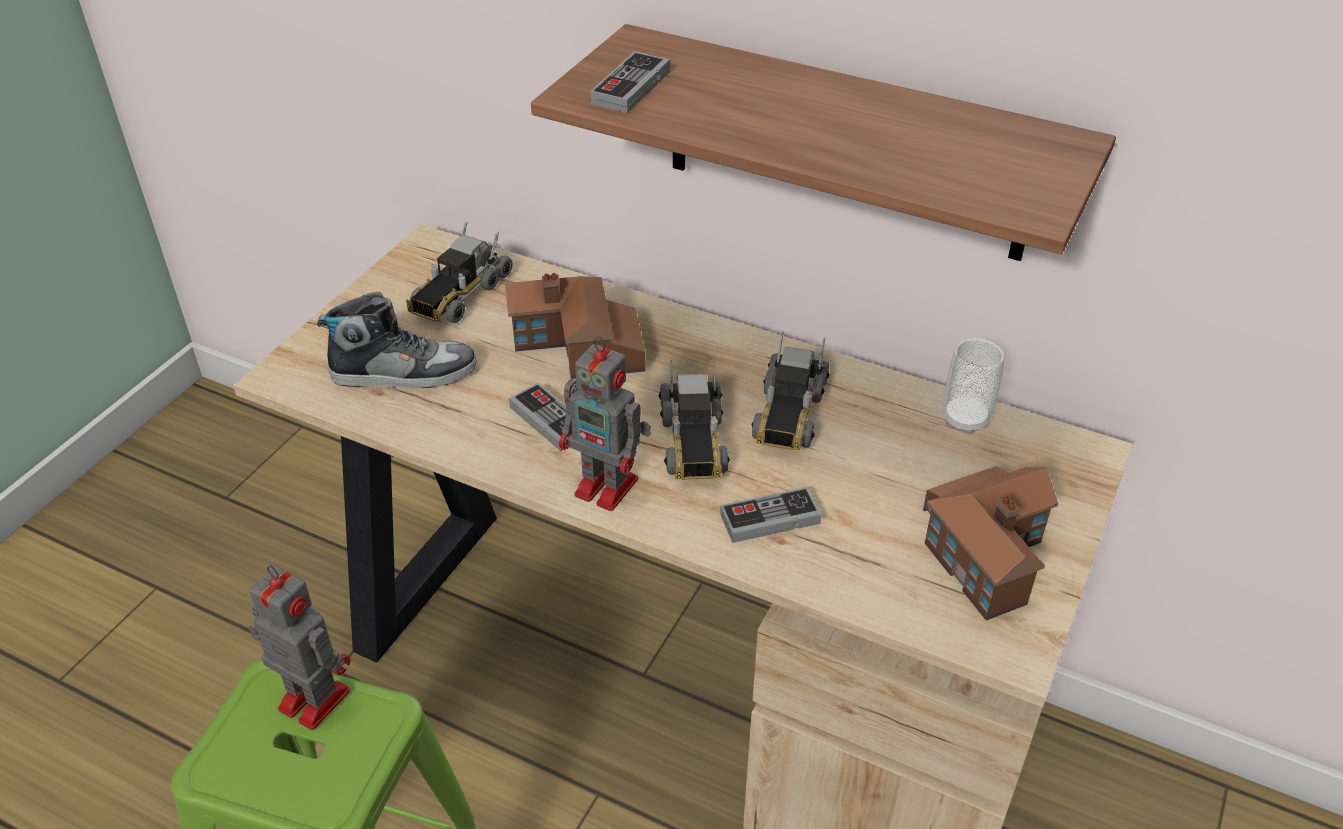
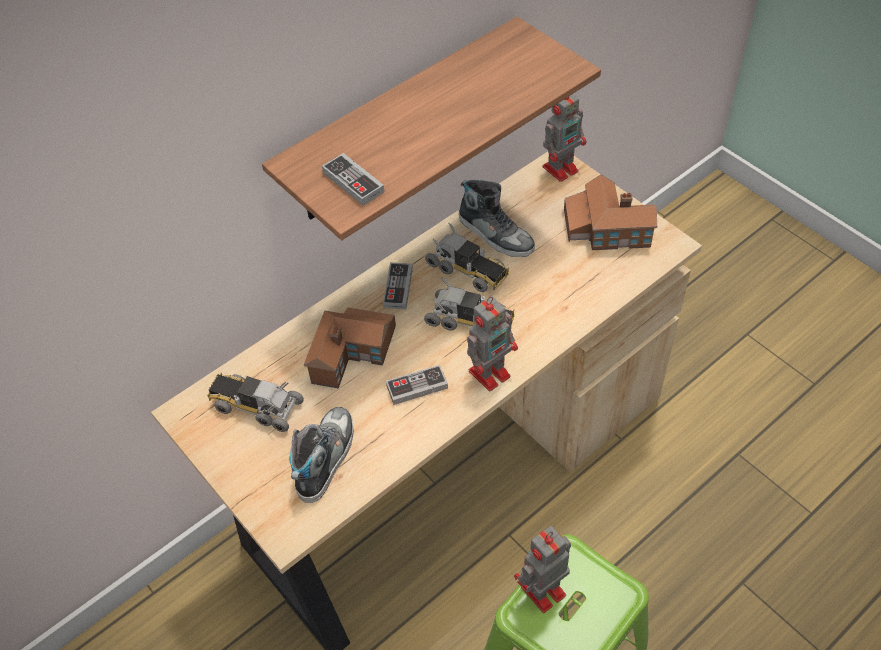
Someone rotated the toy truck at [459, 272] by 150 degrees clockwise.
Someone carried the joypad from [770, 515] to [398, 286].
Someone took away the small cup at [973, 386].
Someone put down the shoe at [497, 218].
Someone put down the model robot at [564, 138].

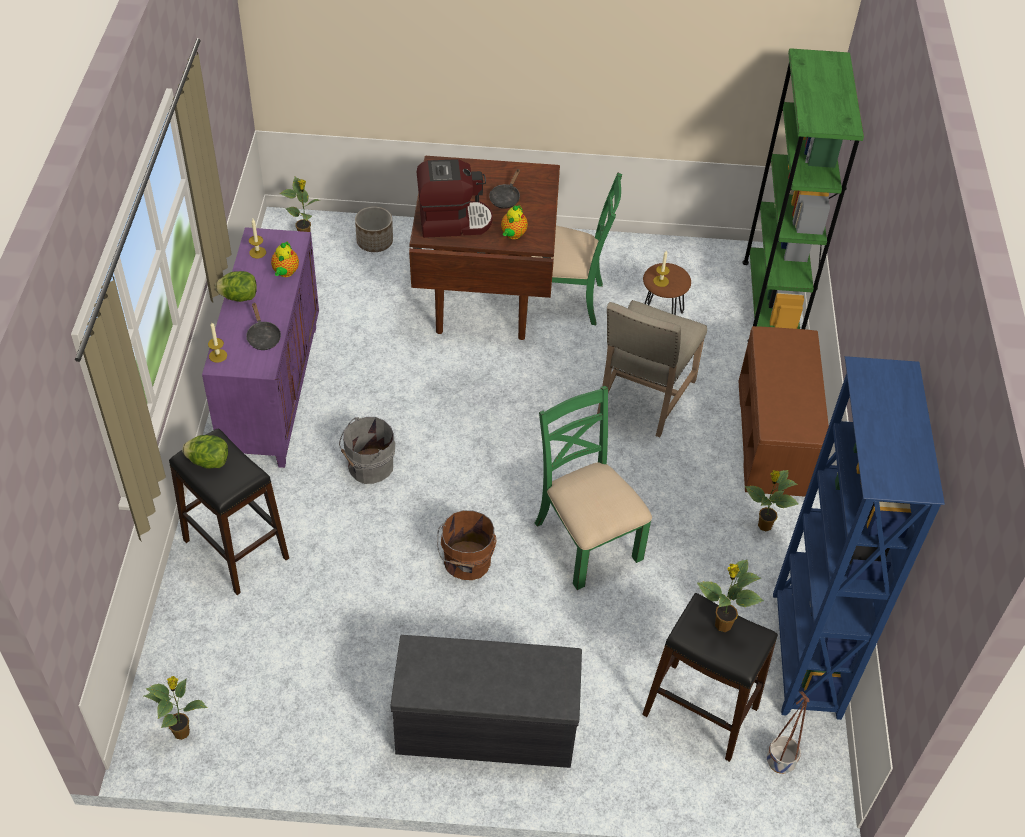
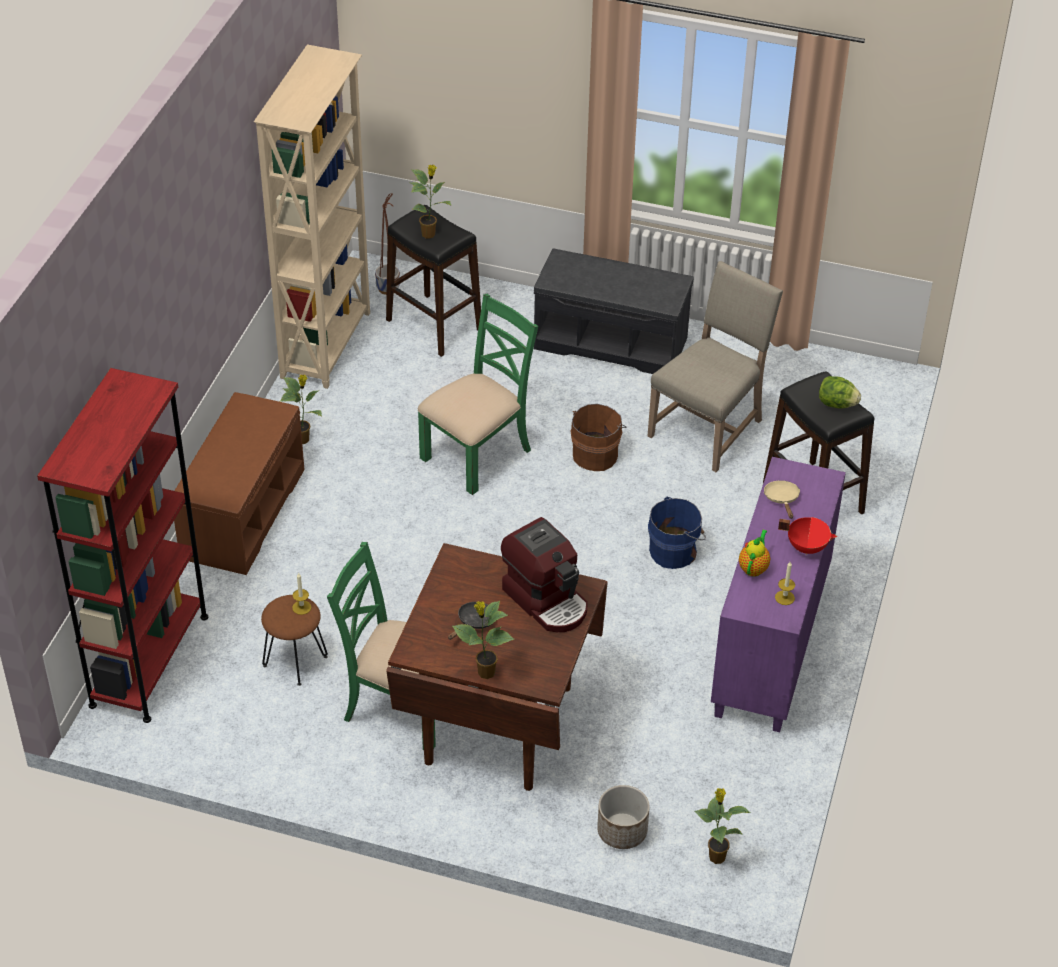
Someone carried the houseplant from [176, 708] to [483, 640].
Someone took away the wax candle at [217, 342].
Someone swapped the lettuce at [236, 286] for the red saucepot at [807, 536].
Someone repainted the black pan at [263, 326], which became the beige-coloured pan at [782, 499].
Someone repainted the gray bucket at [367, 450], which became the bluish bucket at [677, 533].
Someone rotated the coffee maker at [455, 198] by 135 degrees counterclockwise.
Someone took away the pot for tea at [514, 222].
Someone rotated the greenish upright chair at [593, 488] by 120 degrees counterclockwise.
Someone carried the beige-coloured upright chair from [652, 368] to [715, 366].
Someone repainted the greenish bookcase at [803, 194], which became the red bookcase at [122, 545].
Someone repainted the bluish bookcase at [859, 538], which became the beige-coloured bookcase at [312, 216].

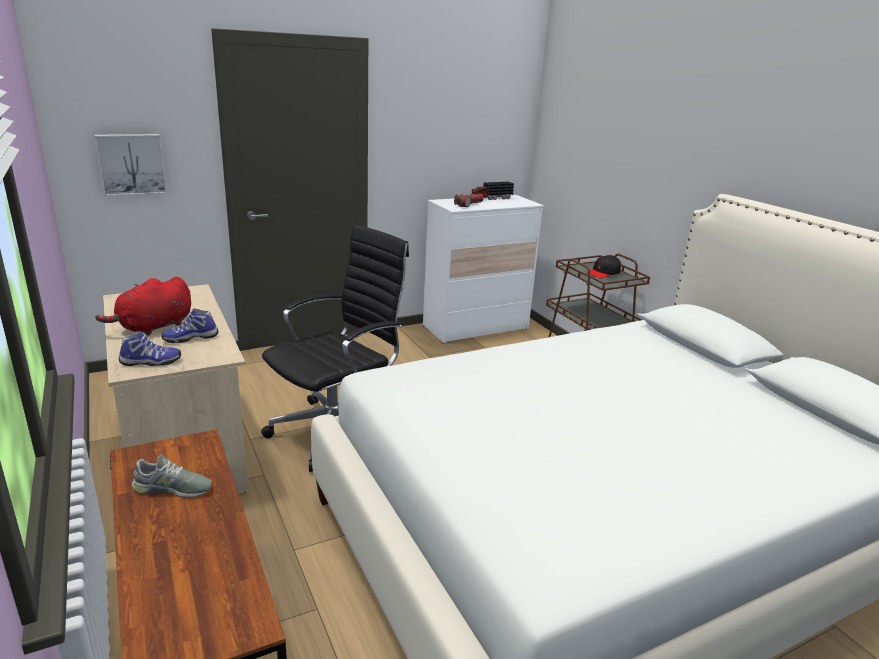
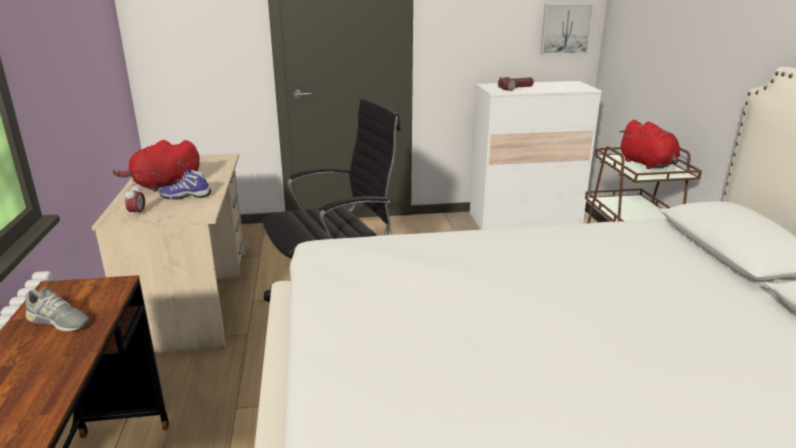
Someone carried the wall picture from [131, 165] to [567, 29].
Someone swapped the shoe at [150, 348] for the bedside clock at [135, 200].
Someone took away the toy truck at [492, 191].
Someone swapped the black peaked cap at [603, 266] for the red soft toy at [649, 144].

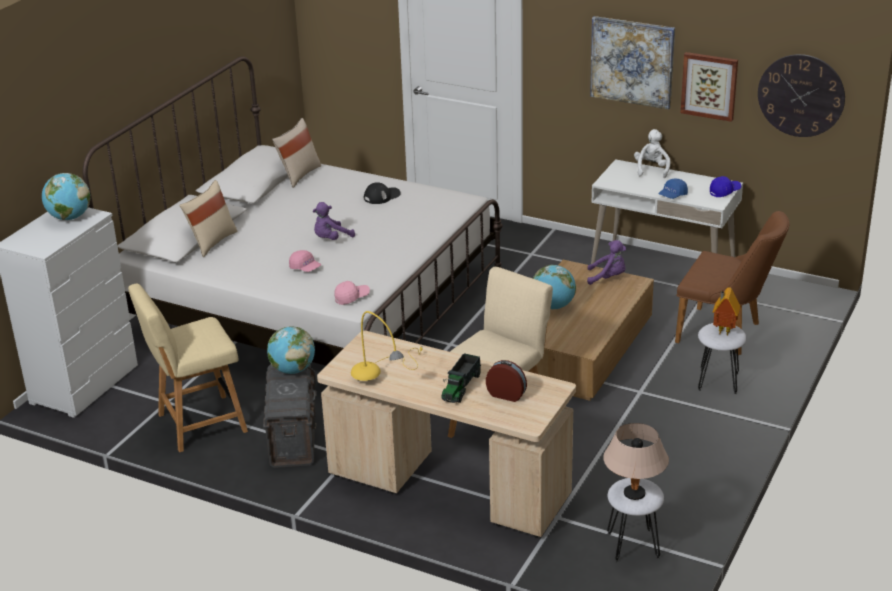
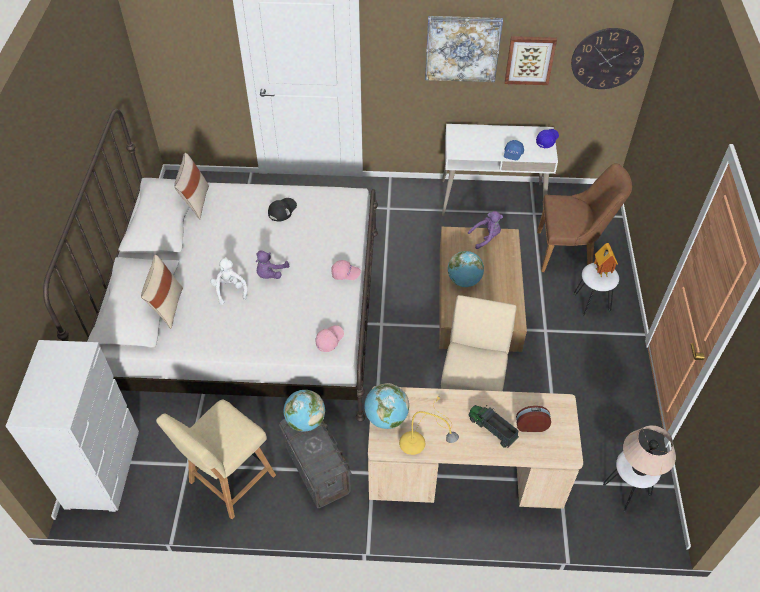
Someone carried the world globe from [66, 196] to [386, 406].
Someone carried the pink peaked cap from [305, 261] to [346, 270].
Someone rotated the toy truck at [461, 378] by 135 degrees clockwise.
Someone carried the whitish soft toy from [652, 153] to [228, 281].

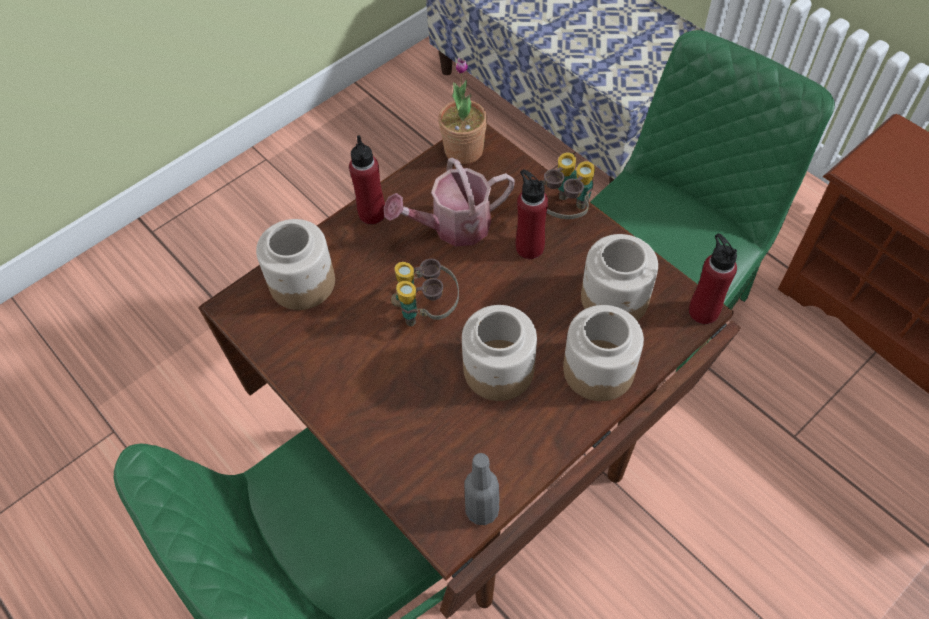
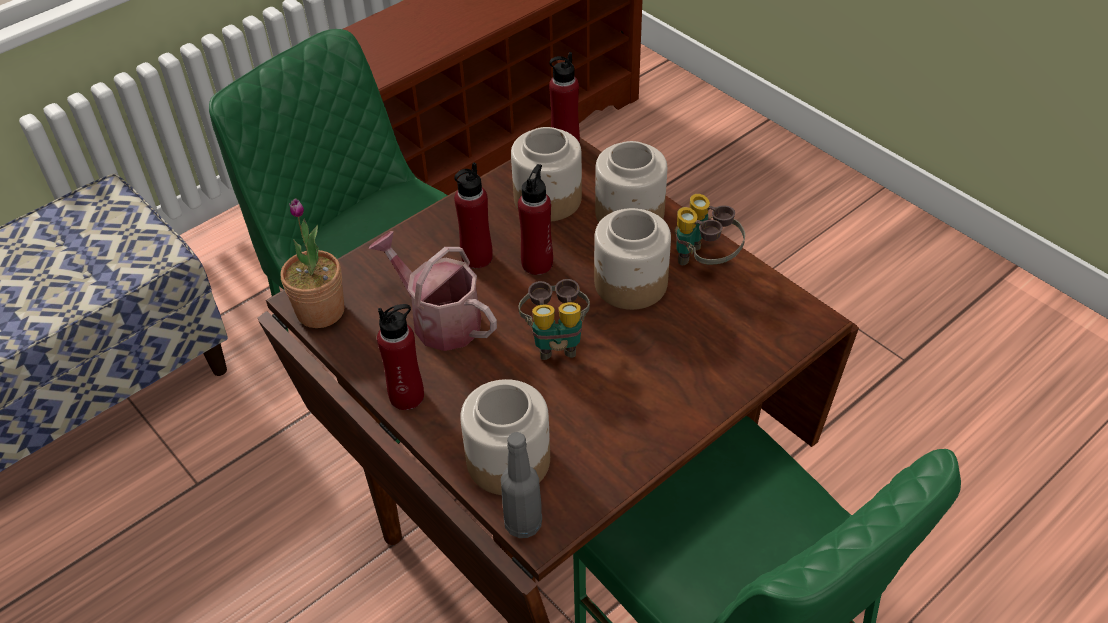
Someone rotated the watering can at [449, 202] by 150 degrees clockwise.
Someone carried the gray drink bottle from [481, 489] to [521, 485].
Someone carried the binoculars from [569, 185] to [710, 229].
Someone put down the red drink bottle at [535, 219].

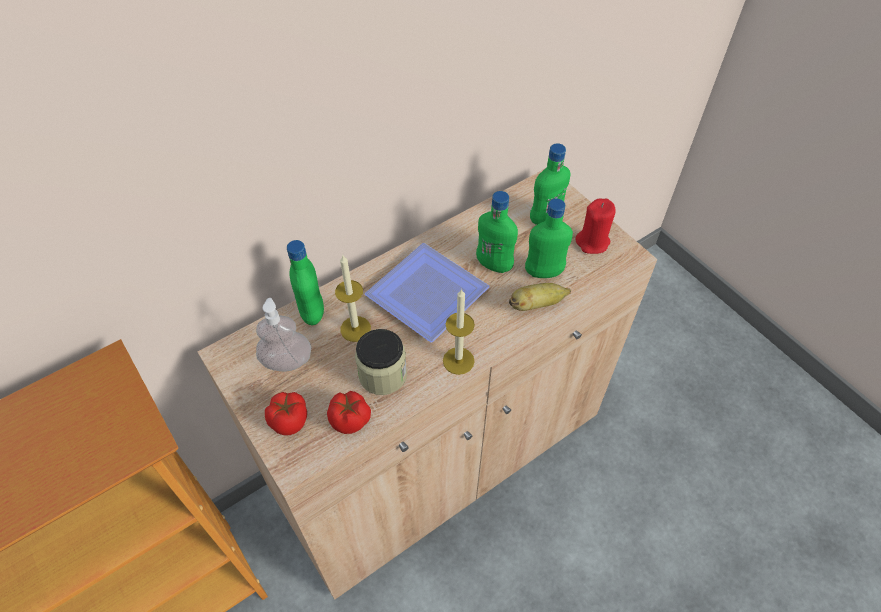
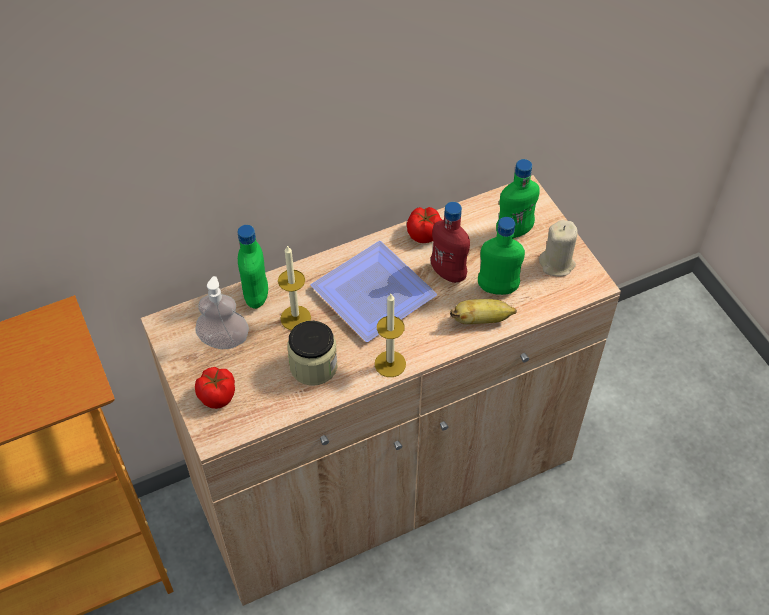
Someone carried the fresh tomato from [349, 412] to [424, 225].
Someone repainted the greenish drink bottle at [497, 232], which became the red drink bottle at [450, 242].
Someone repainted the red wax candle at [595, 226], which became the beige-coloured wax candle at [558, 248].

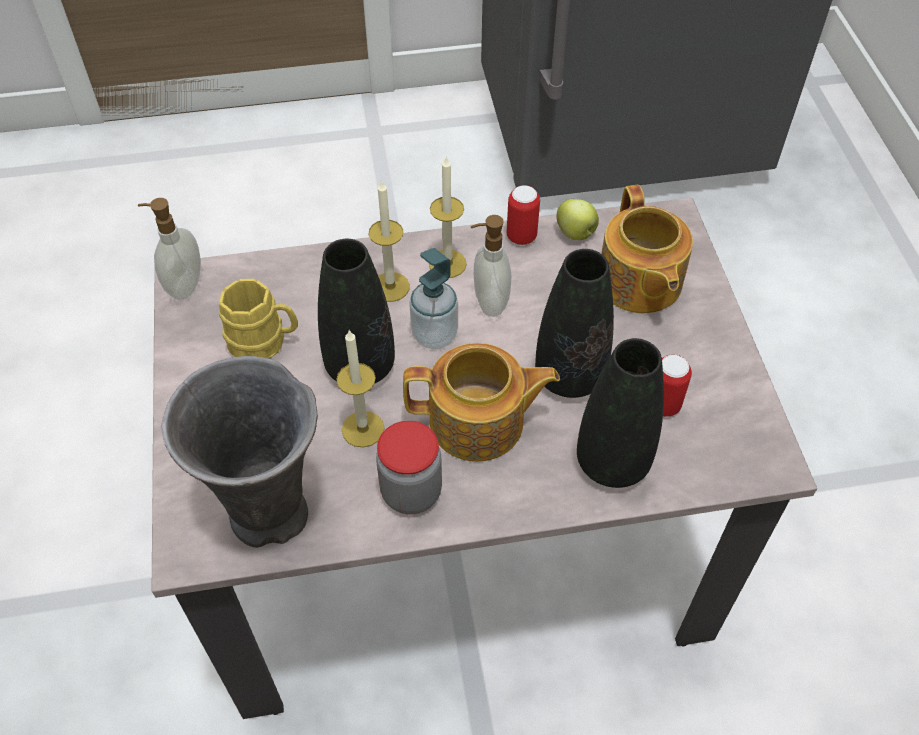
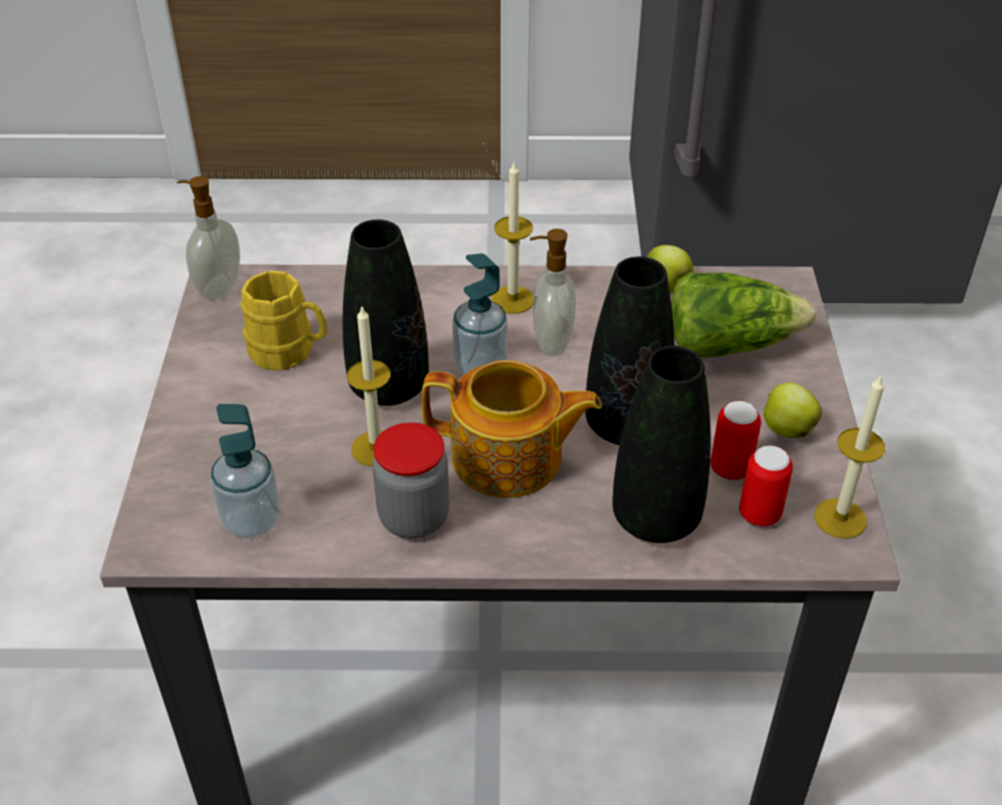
Someone swapped the gray decorative vase at [239, 452] for the liquid soap bottle at [245, 471].
Someone carried the wax candle from [389, 241] to [849, 457].
Someone carried the can from [523, 215] to [766, 486].
Someone swapped the pot for tea at [647, 249] for the lettuce at [743, 315].
Someone put down the whole apple at [793, 410].

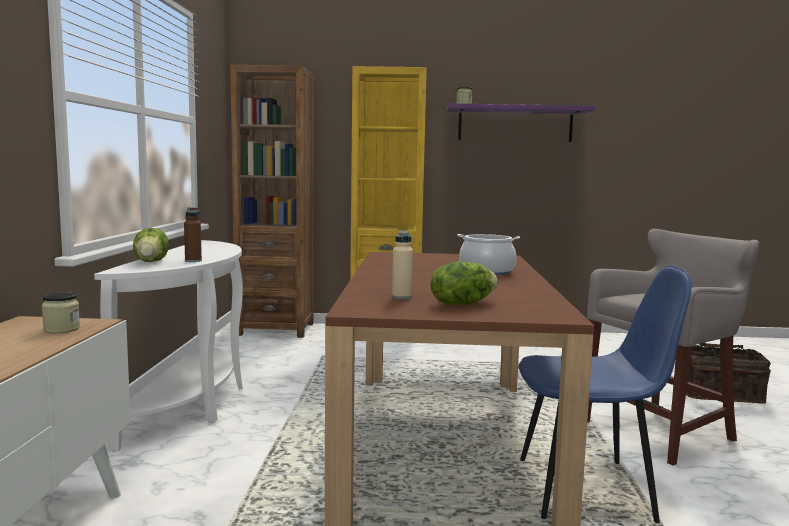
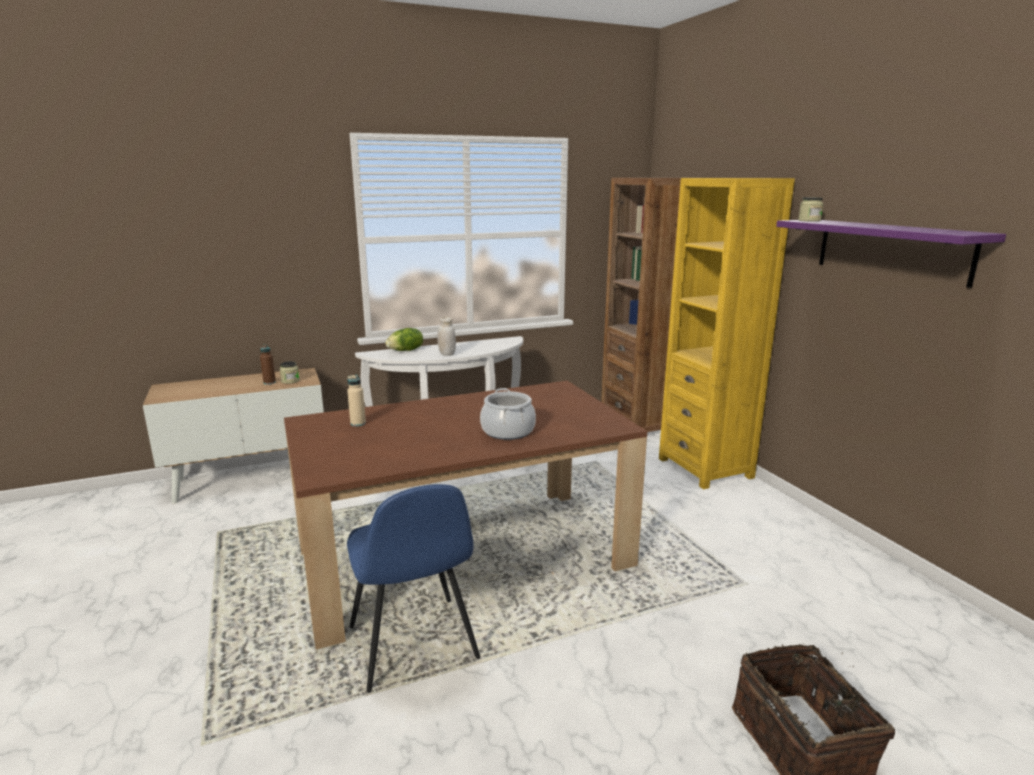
Someone carried the brownish drink bottle from [193, 234] to [268, 364].
Someone took away the lettuce at [464, 283].
Someone took away the gray stool seat at [673, 347].
Someone put down the whitish preserve jar at [446, 336].

